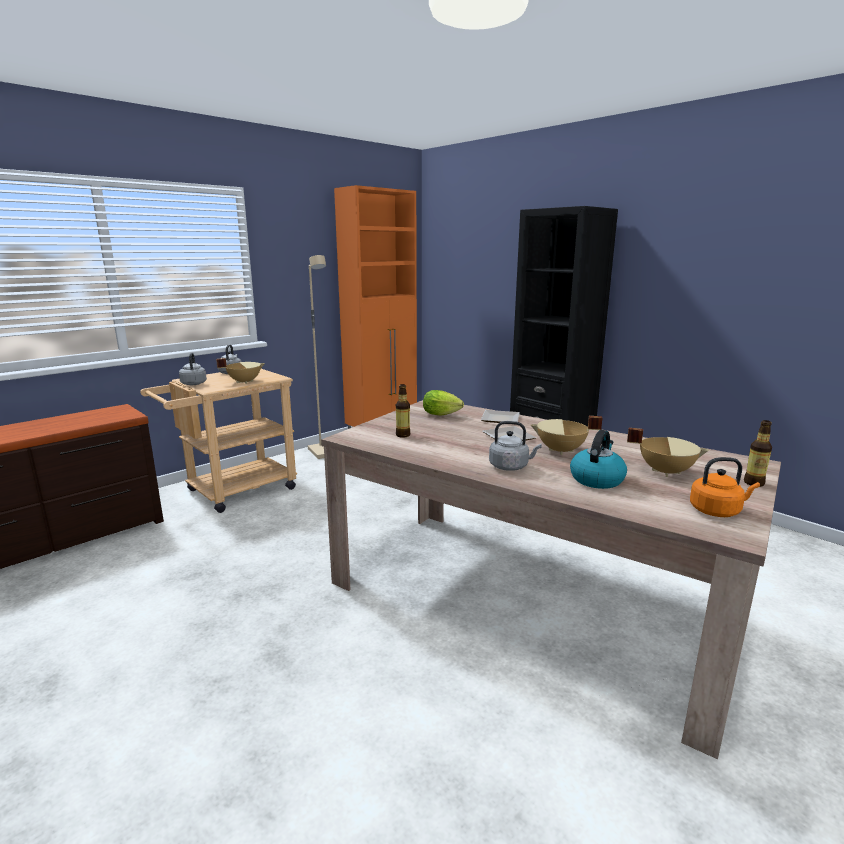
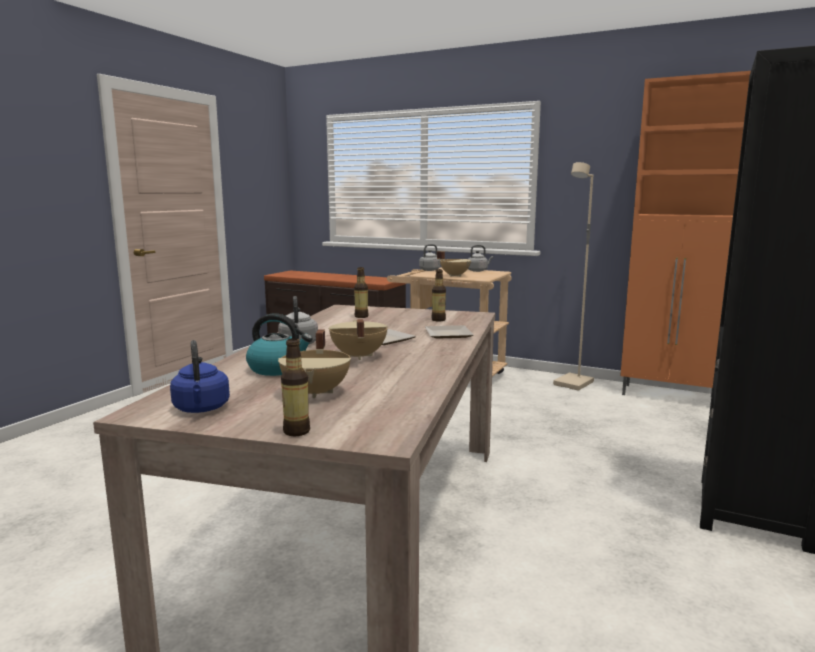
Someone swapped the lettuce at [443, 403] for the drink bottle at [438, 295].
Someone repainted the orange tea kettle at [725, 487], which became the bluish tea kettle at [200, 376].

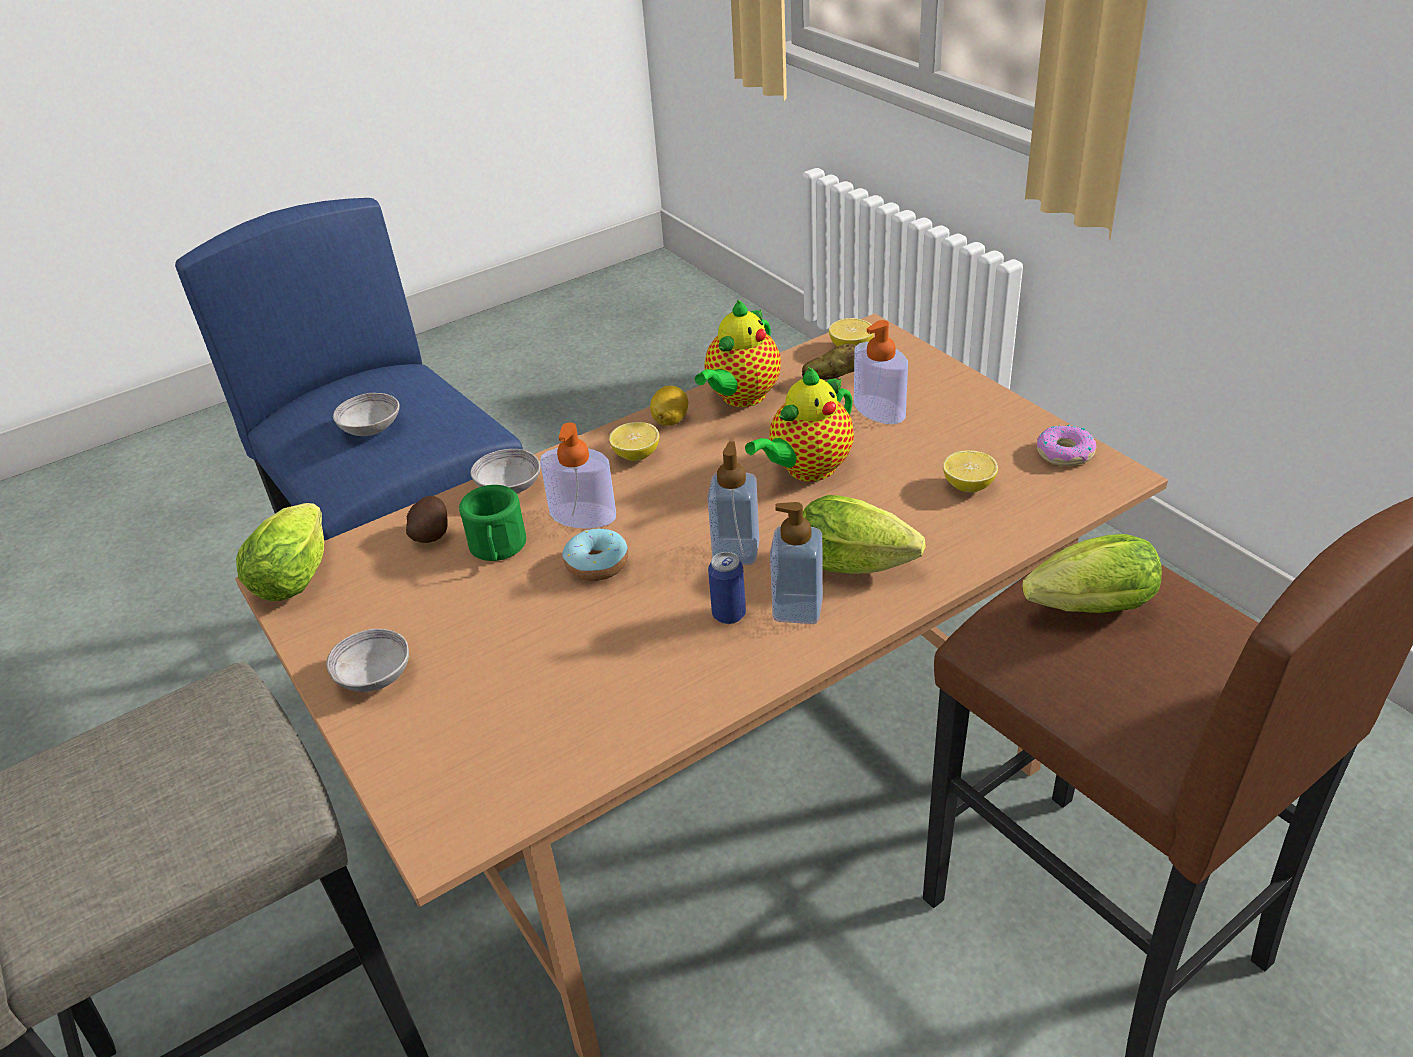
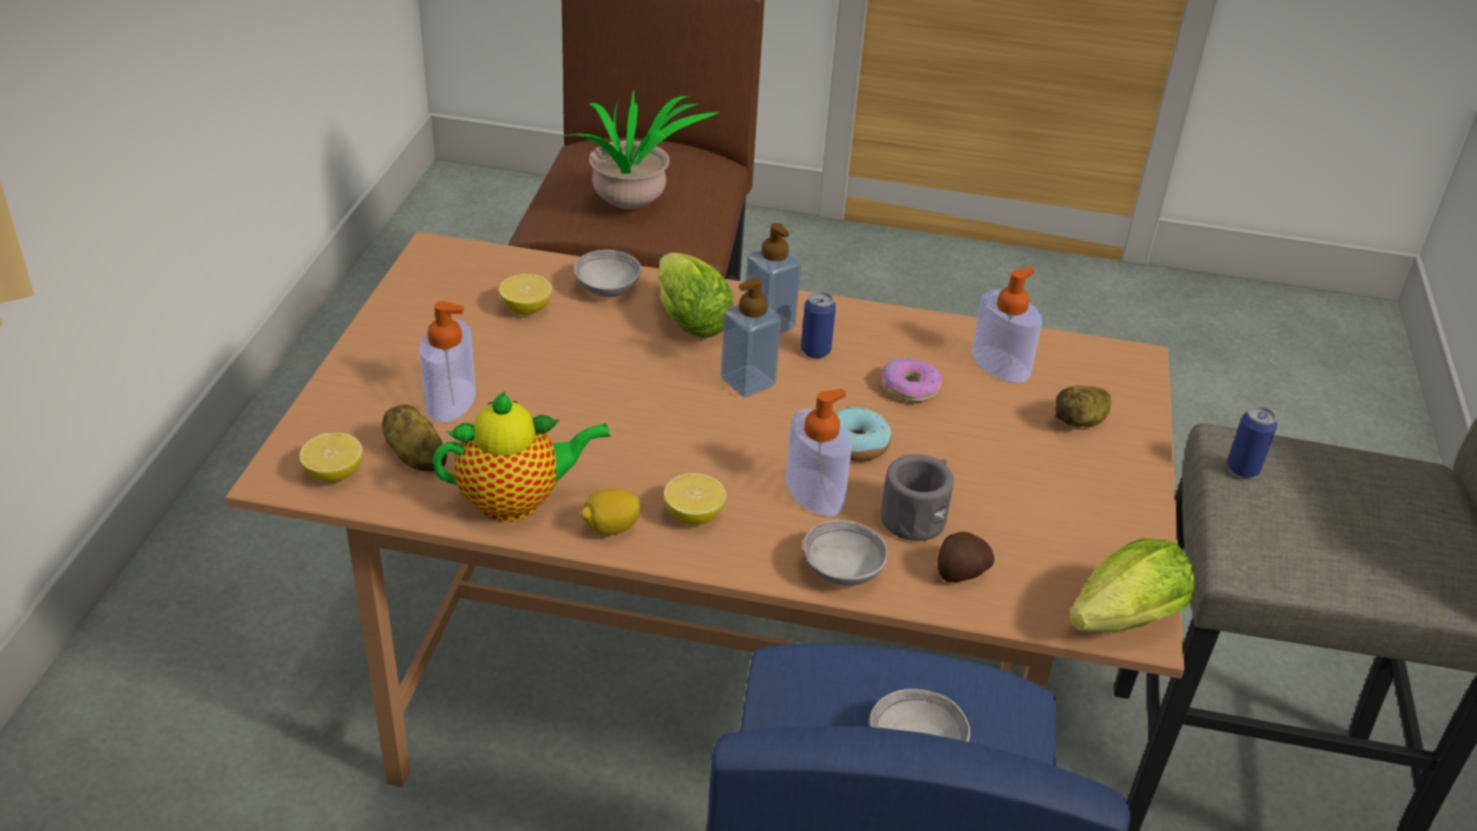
Someone carried the gray deep dish from [367, 660] to [608, 273].
Someone repainted the greenish mug at [492, 523], which became the gray mug at [917, 497].
Someone took away the pot for tea at [799, 424].
Someone swapped the lettuce at [1092, 573] for the houseplant at [640, 149].
Someone carried the doughnut from [1066, 445] to [912, 379].
Someone put down the liquid soap bottle at [1007, 325].
Someone put down the whole potato at [1083, 406].
Someone put down the can at [1252, 442].

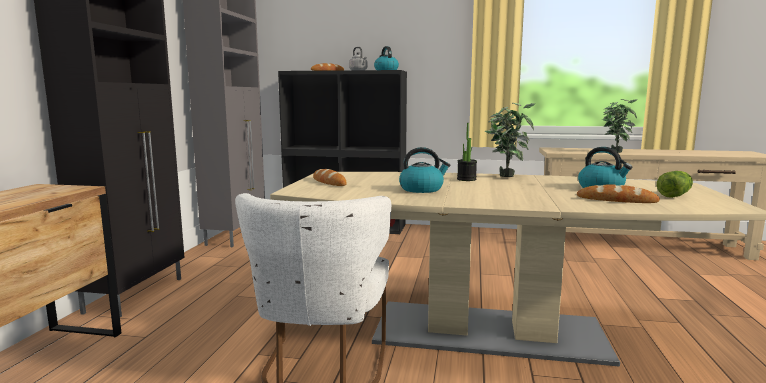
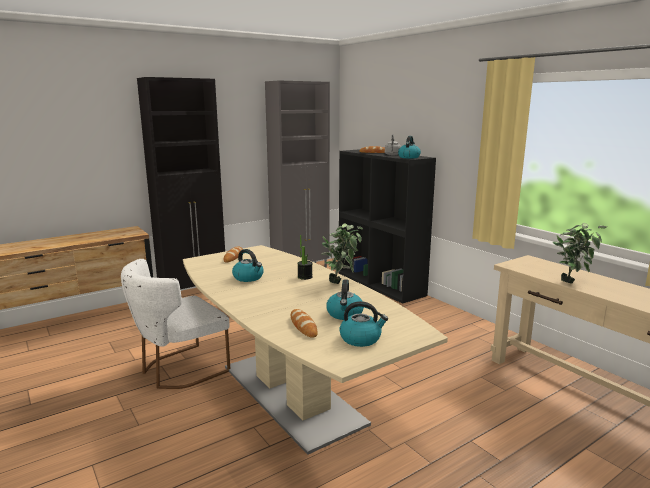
Someone swapped the lettuce at [675, 184] for the tea kettle at [363, 324].

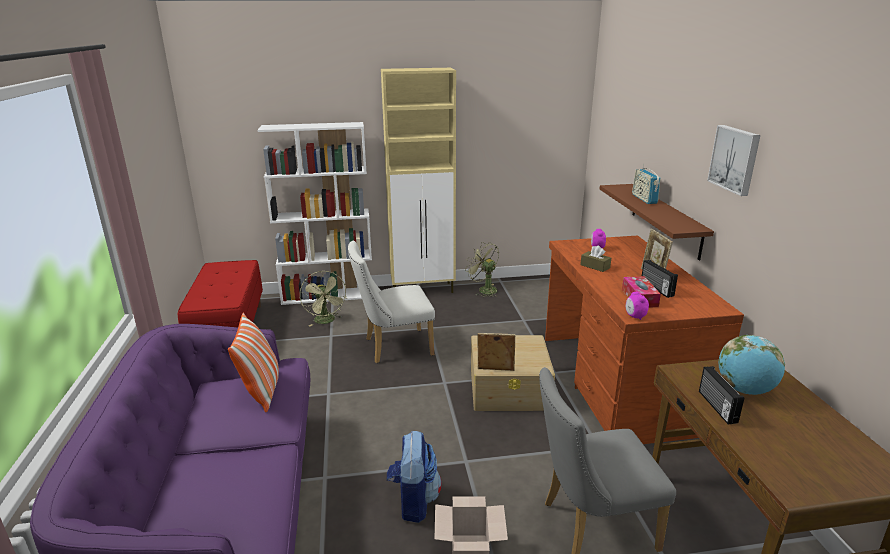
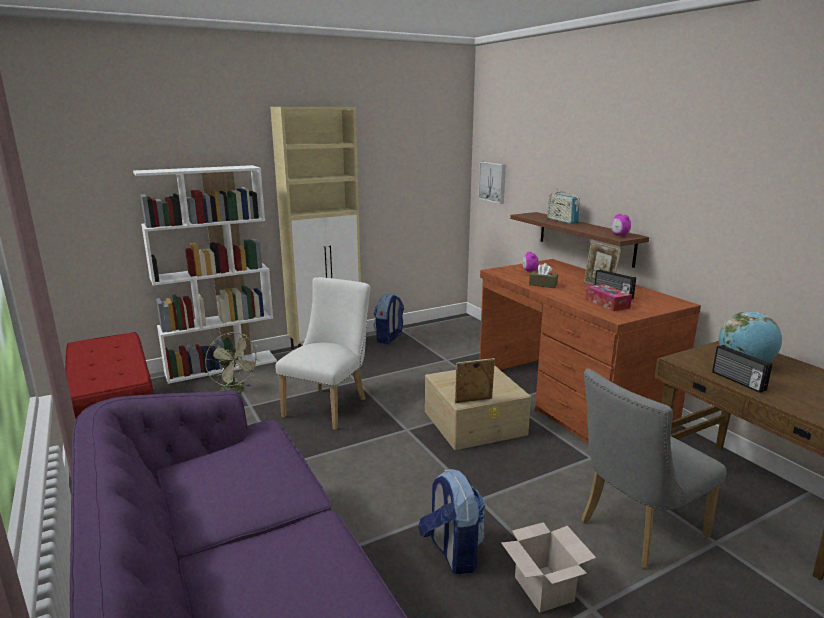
Someone took away the pillow at [253, 362].
Someone rotated the whitish upright chair at [391, 301] by 150 degrees clockwise.
Someone swapped the greenish fan at [482, 269] for the knapsack at [389, 318].
Someone carried the bedside clock from [637, 306] to [621, 225].
Someone carried the wall picture from [734, 160] to [492, 183].

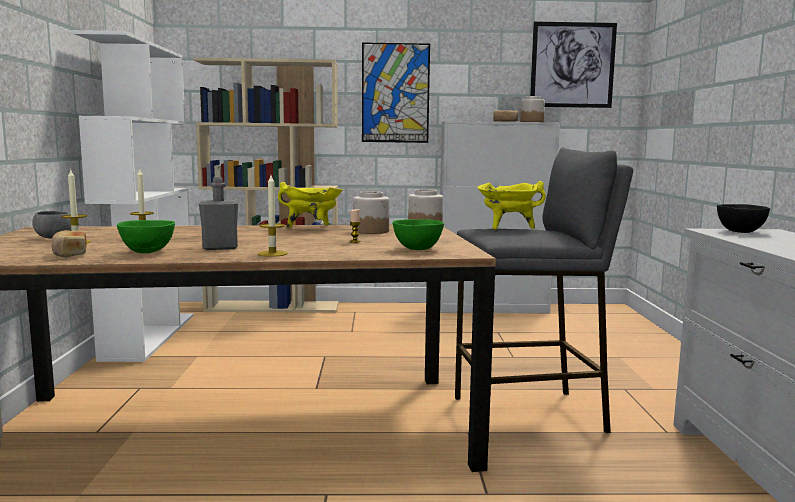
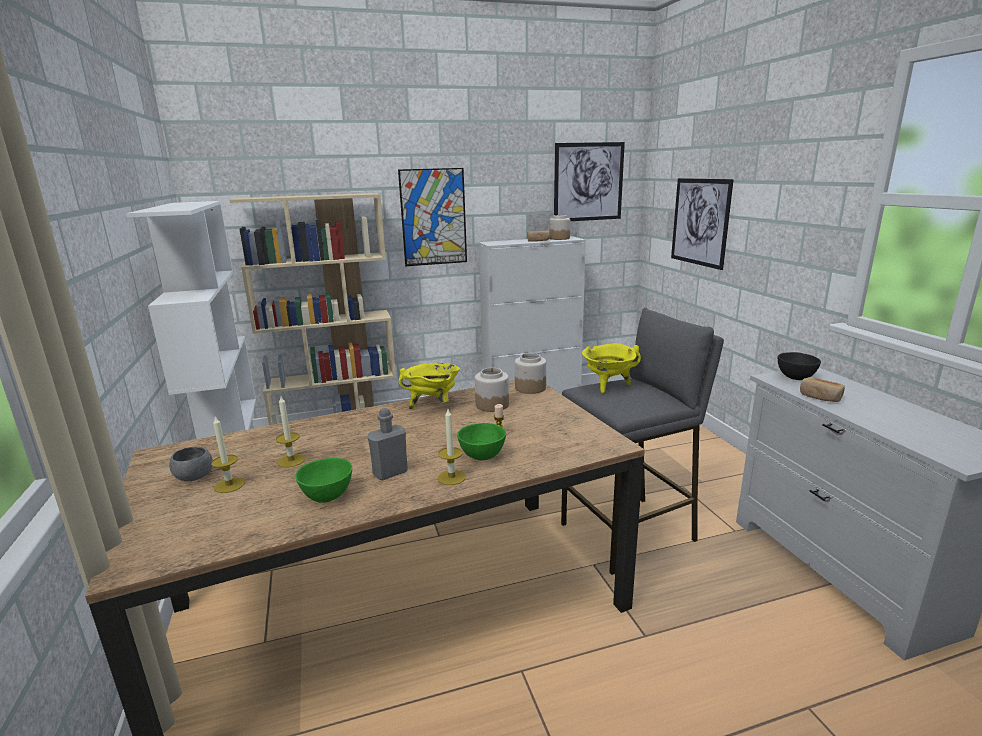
Someone carried the bakery bread from [69, 244] to [822, 389].
Someone carried the greenish deep dish from [418, 234] to [481, 441].
Someone put up the wall picture at [702, 224].

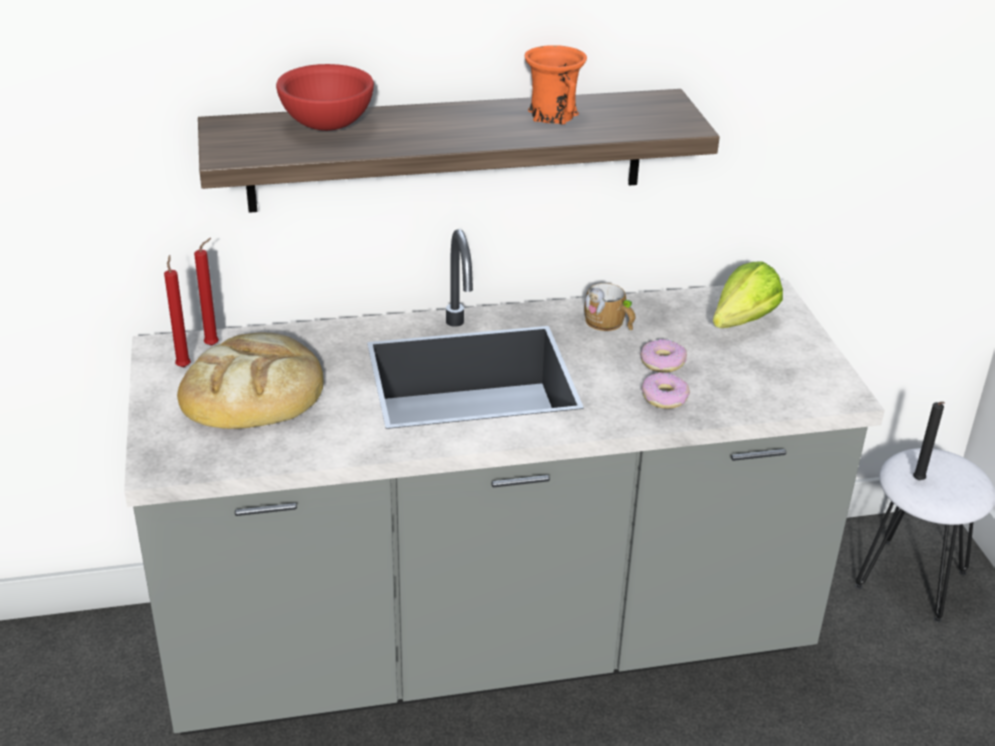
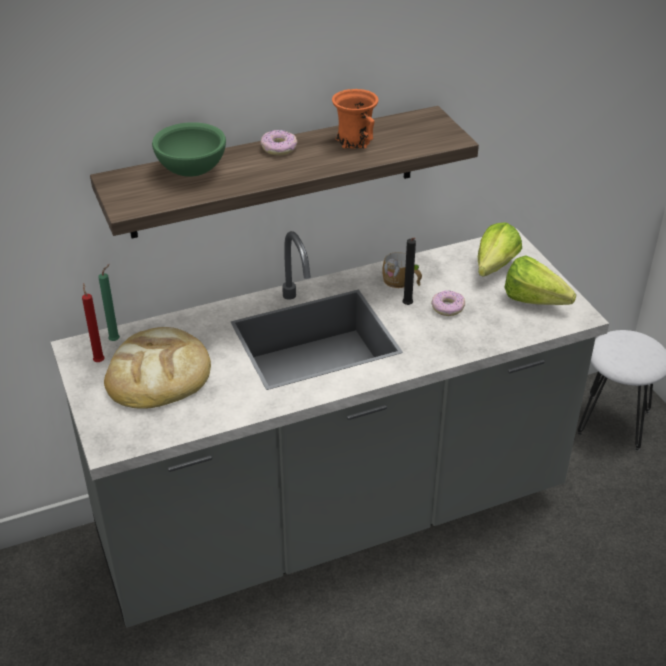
Someone repainted the red wax candle at [206, 292], which became the greenish wax candle at [109, 302].
Someone repainted the red deep dish at [325, 97], which became the greenish deep dish at [189, 149].
Someone carried the doughnut from [665, 391] to [279, 143].
Someone carried the black wax candle from [929, 441] to [409, 271].
Someone put down the lettuce at [540, 280].

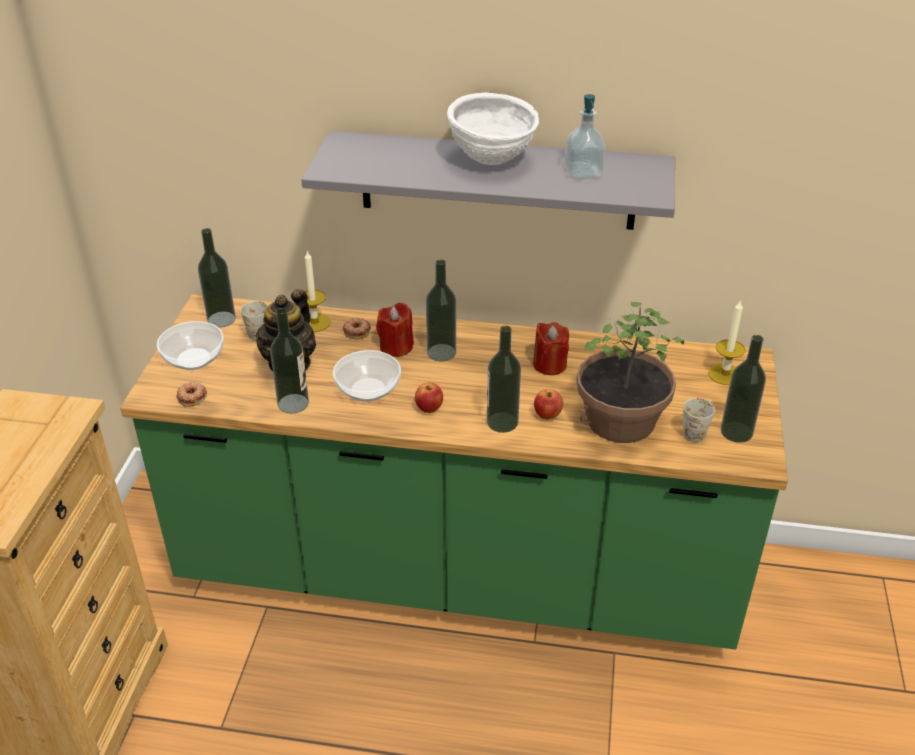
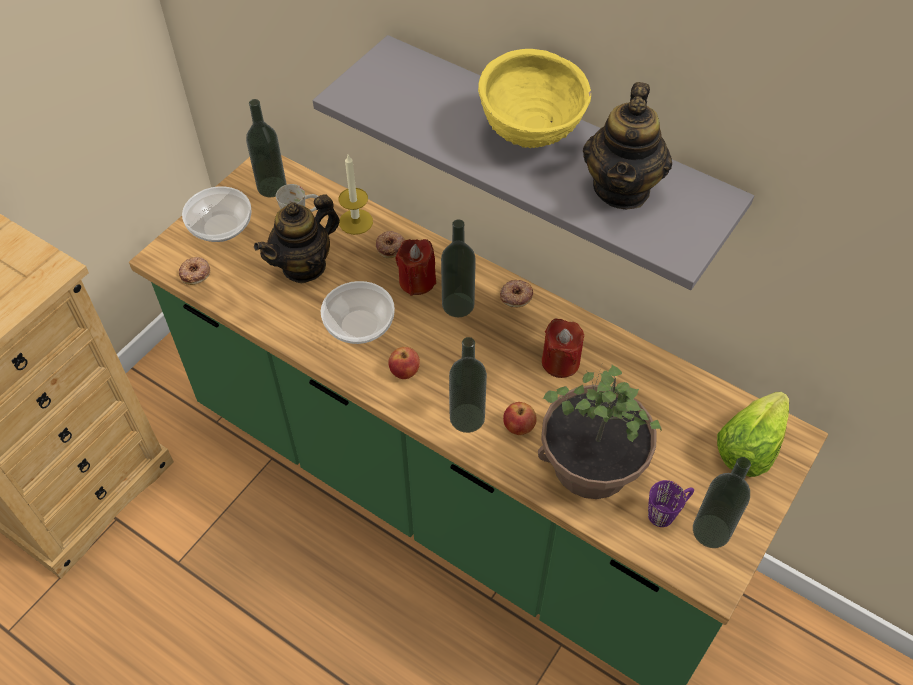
Someone took away the drink bottle at [289, 361].
Someone repainted the whitish deep dish at [493, 128], which became the yellow deep dish at [534, 98].
Someone swapped the liquid soap bottle at [585, 137] for the pot for tea at [627, 145].
Someone repainted the whitish mug at [699, 420], which became the purplish mug at [671, 503].
Someone swapped the wax candle at [727, 342] for the lettuce at [753, 434].
Someone put down the doughnut at [516, 293].

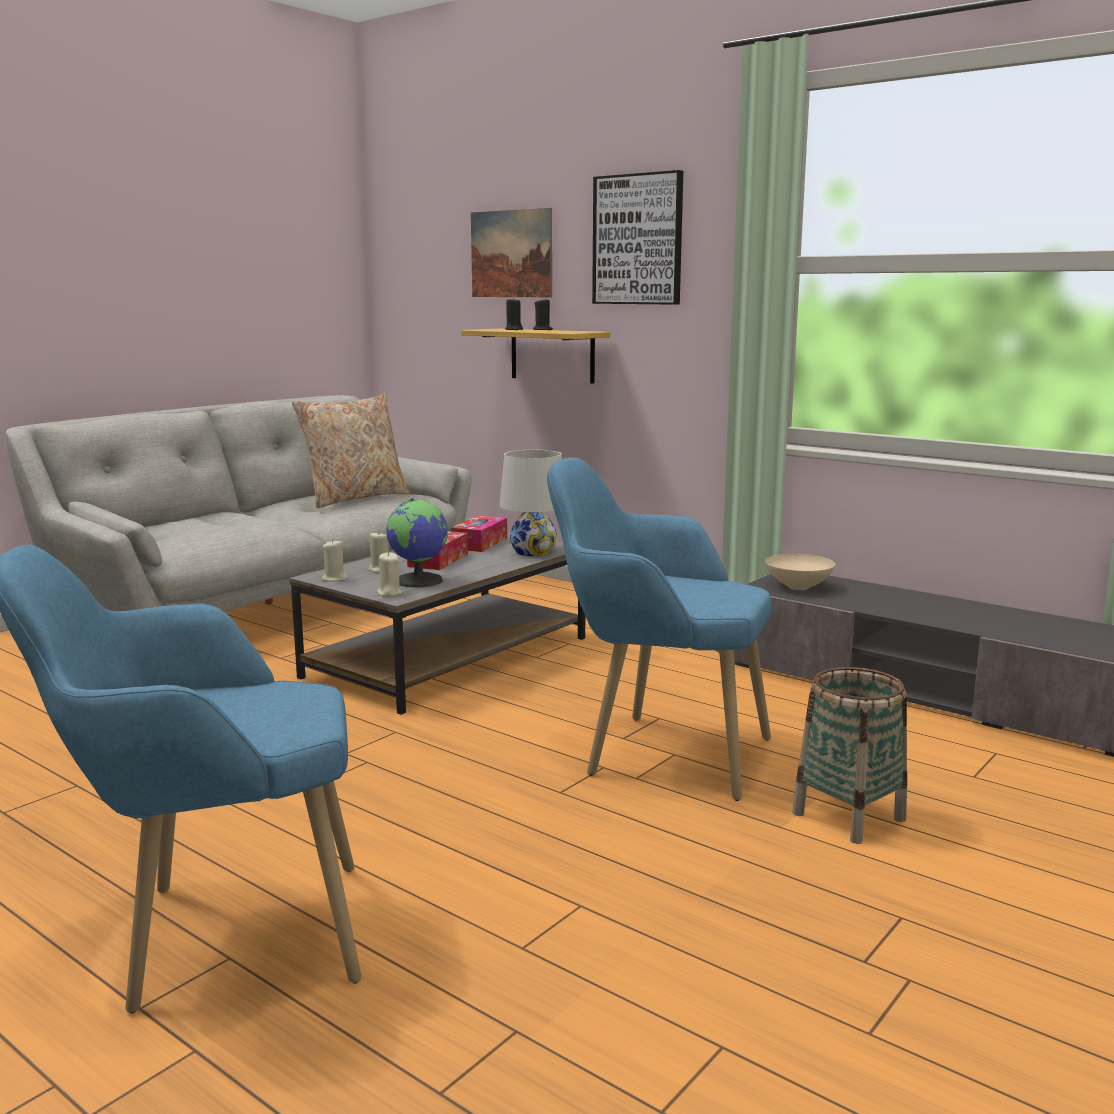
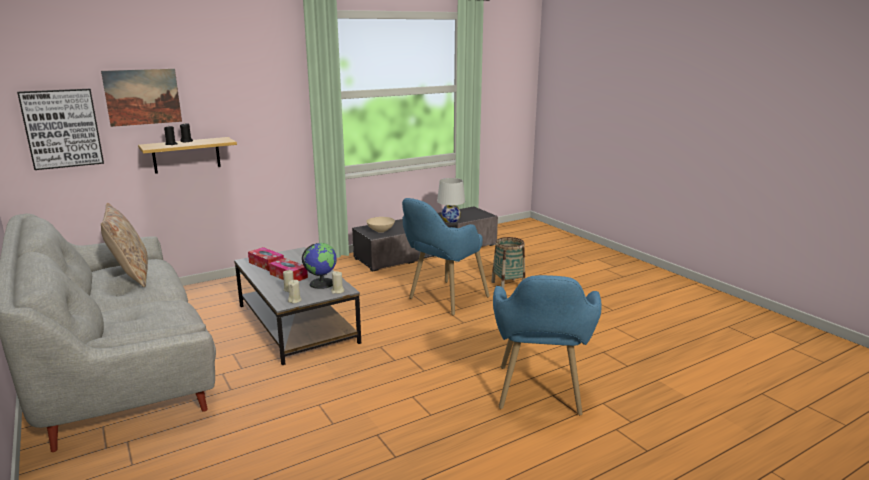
Someone carried the whitish tabletop lamp from [530, 503] to [451, 200].
Someone carried the wall picture from [637, 237] to [60, 129].

